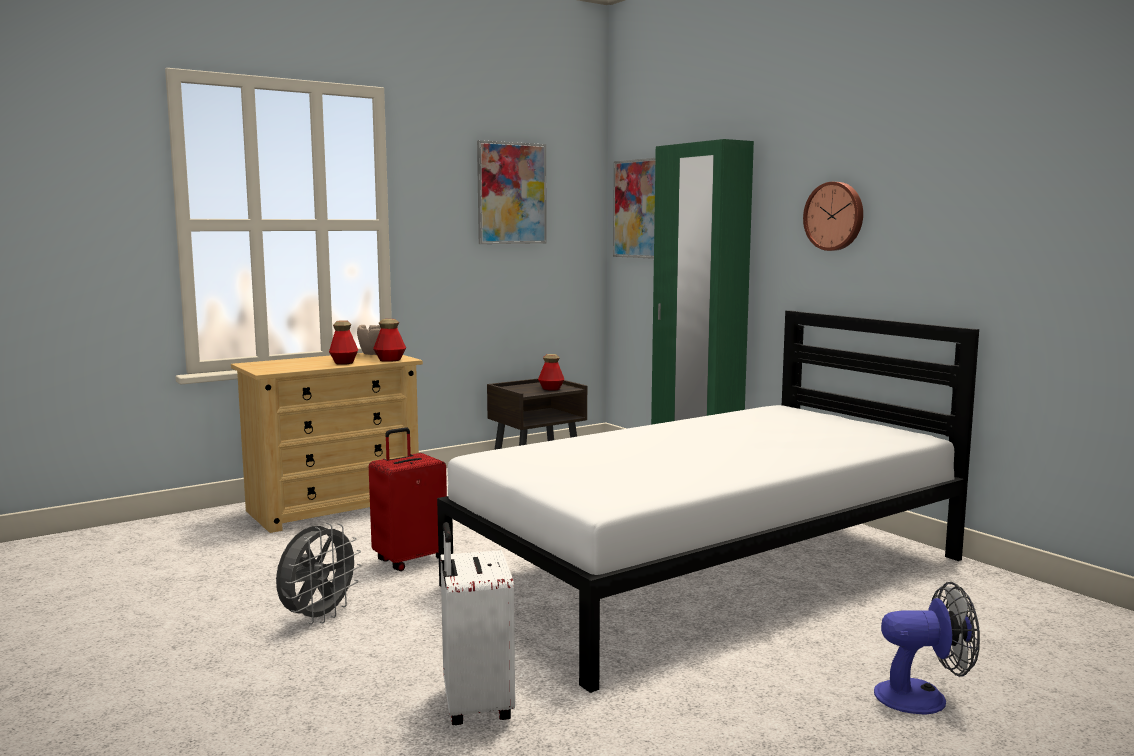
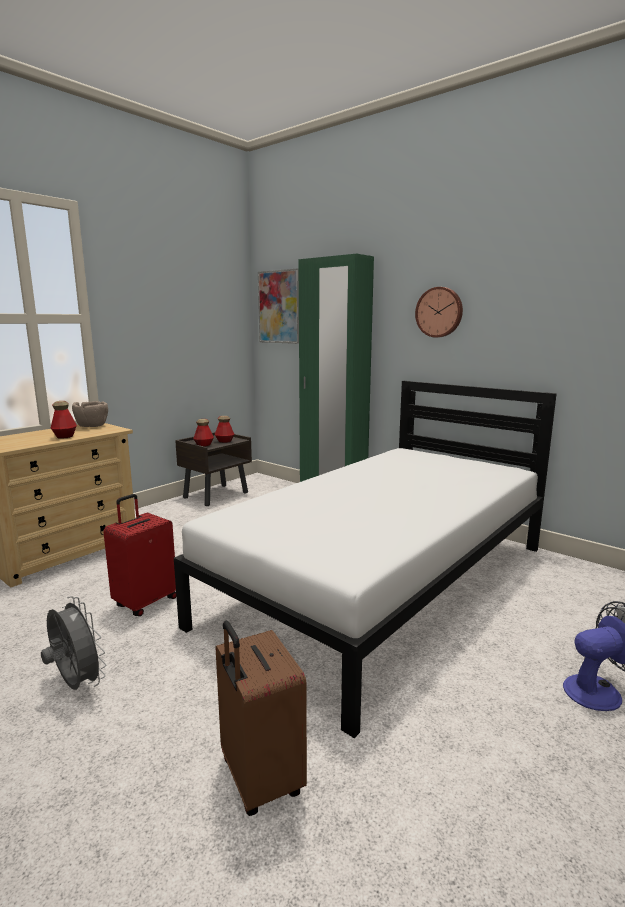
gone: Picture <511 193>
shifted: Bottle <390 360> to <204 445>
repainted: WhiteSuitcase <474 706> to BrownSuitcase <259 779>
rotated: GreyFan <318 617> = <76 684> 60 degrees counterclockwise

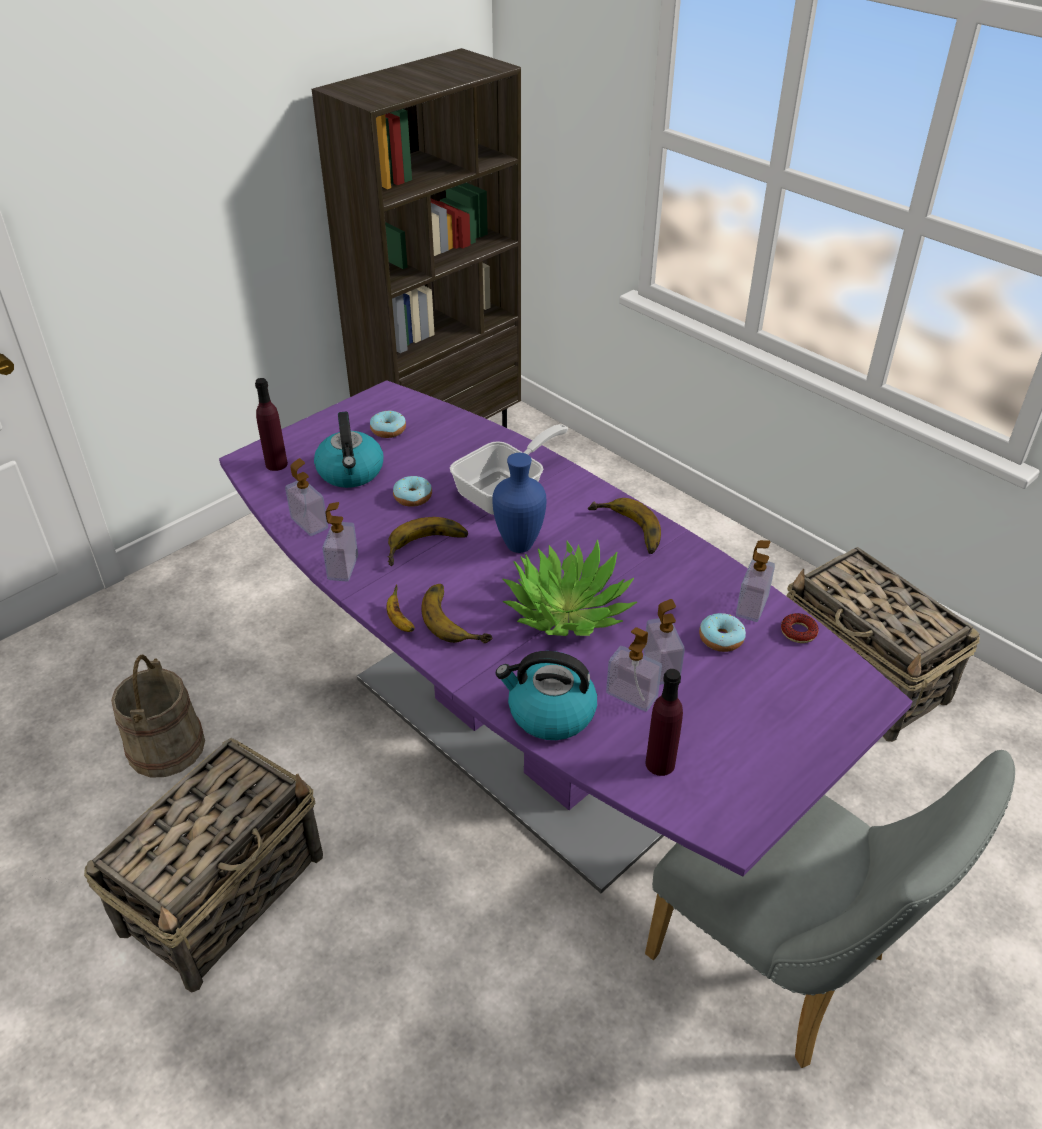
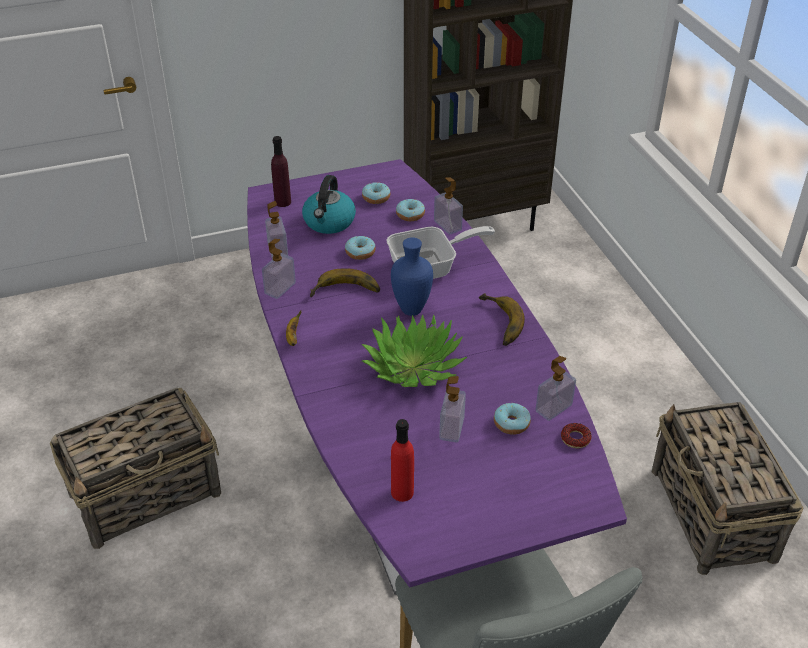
gone: BeigeBucket <165 747>; Banana <458 617>; Kettle <550 713>
new: Donut <410 215>
shifted: SoapDispenser <631 695> to <447 225>
repainted: PurpleBottle <660 763> to RedBottle <402 492>

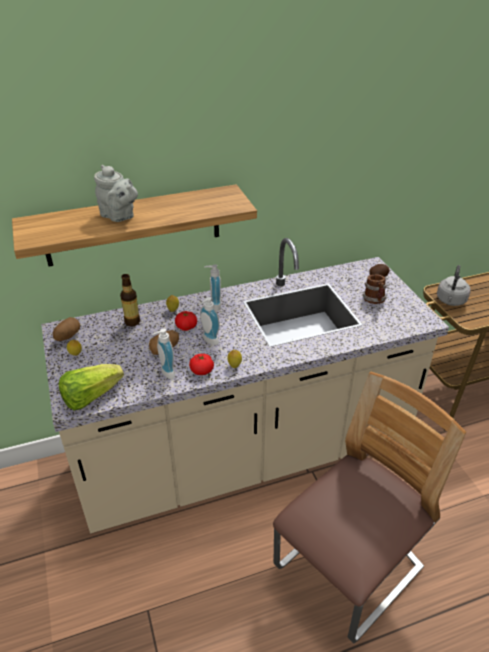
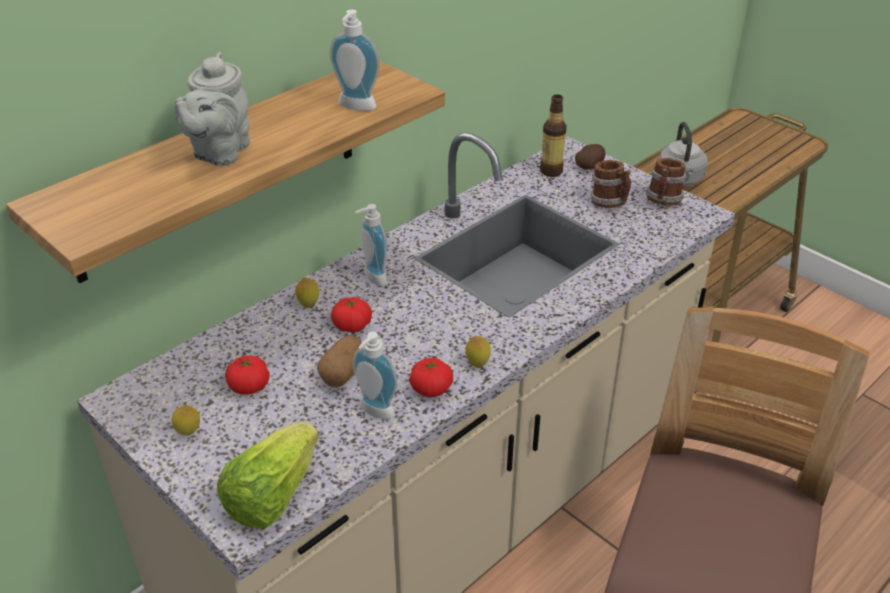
gone: Potato <68 336>
new: Tomato <249 386>; Mug <663 201>
shifted: Bottle <132 322> to <551 171>; SoapDispenser <208 341> to <355 107>
rotated: GreyTeapot <119 216> = <219 153> 90 degrees clockwise

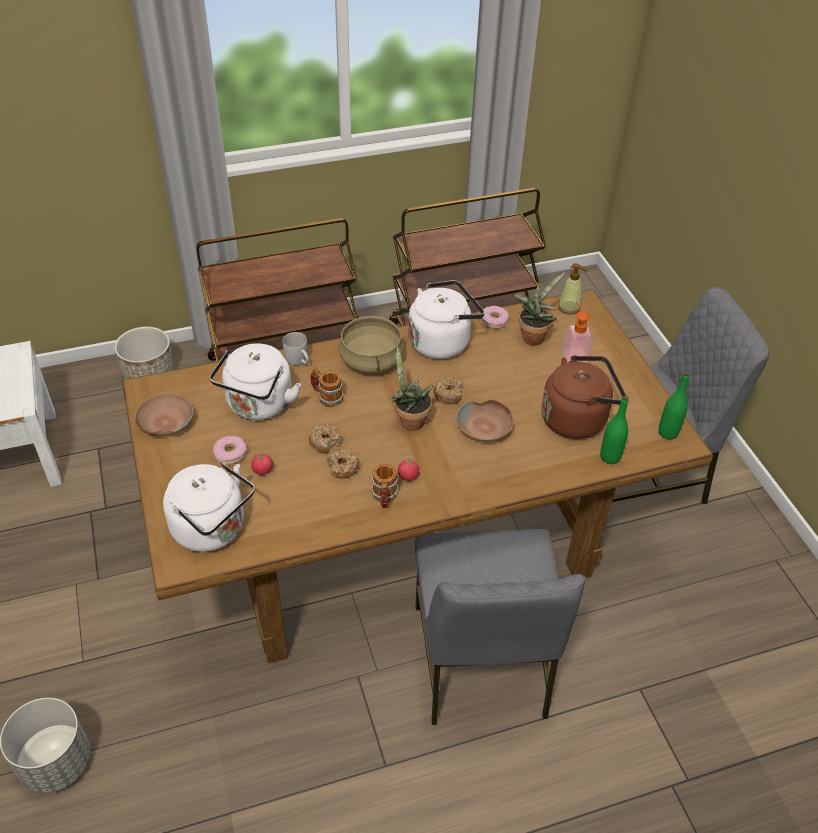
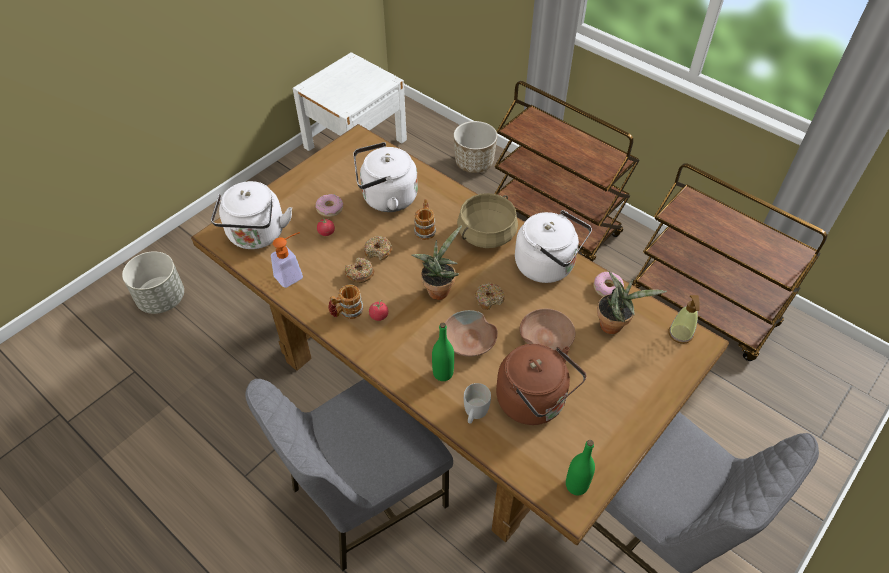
shifted: BrownBowl <165 422> to <545 337>; WhiteMug <299 361> to <474 413>; SoapDispenser <573 353> to <293 274>; GreenBottle <610 457> to <443 373>

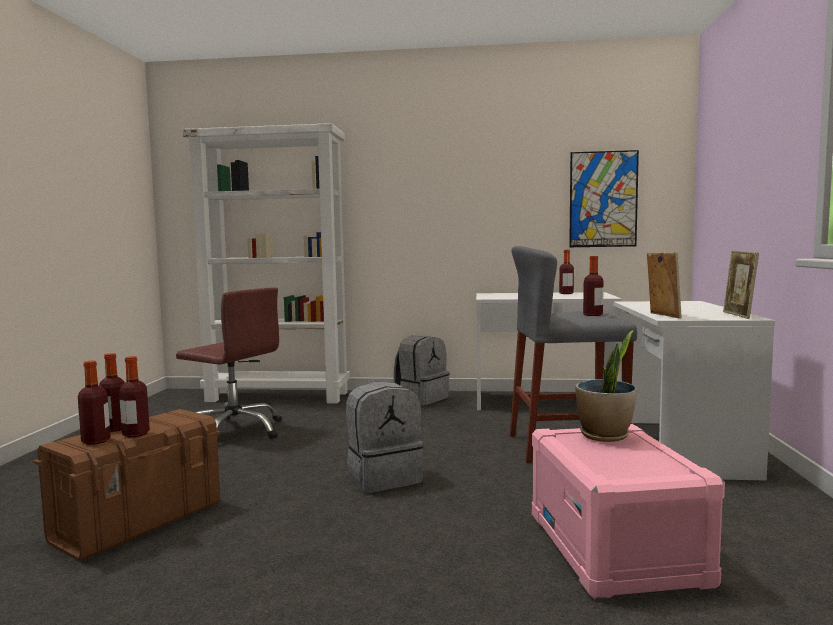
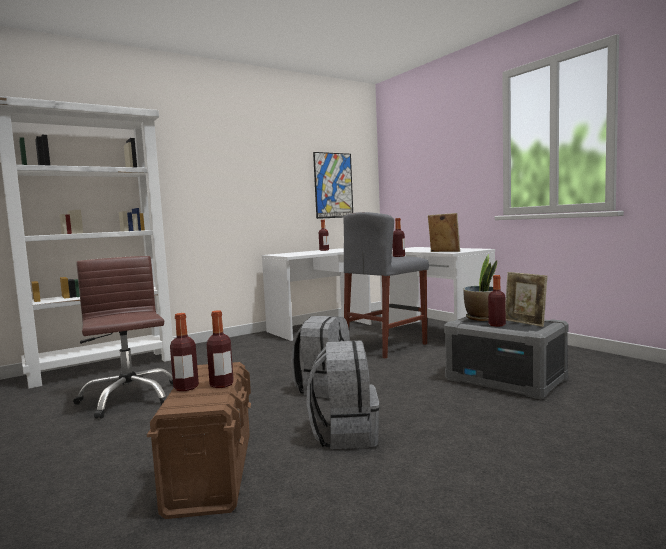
shifted: Bottle <96 441> to <497 325>; GreyBackpack <421 398> to <345 434>; PictureFrame <738 315> to <525 323>
repainted: PinkStorageBox <616 549> to GreyStorageBox <506 379>
rotated: BrownOfficeChair <235 431> = <129 398> 105 degrees counterclockwise

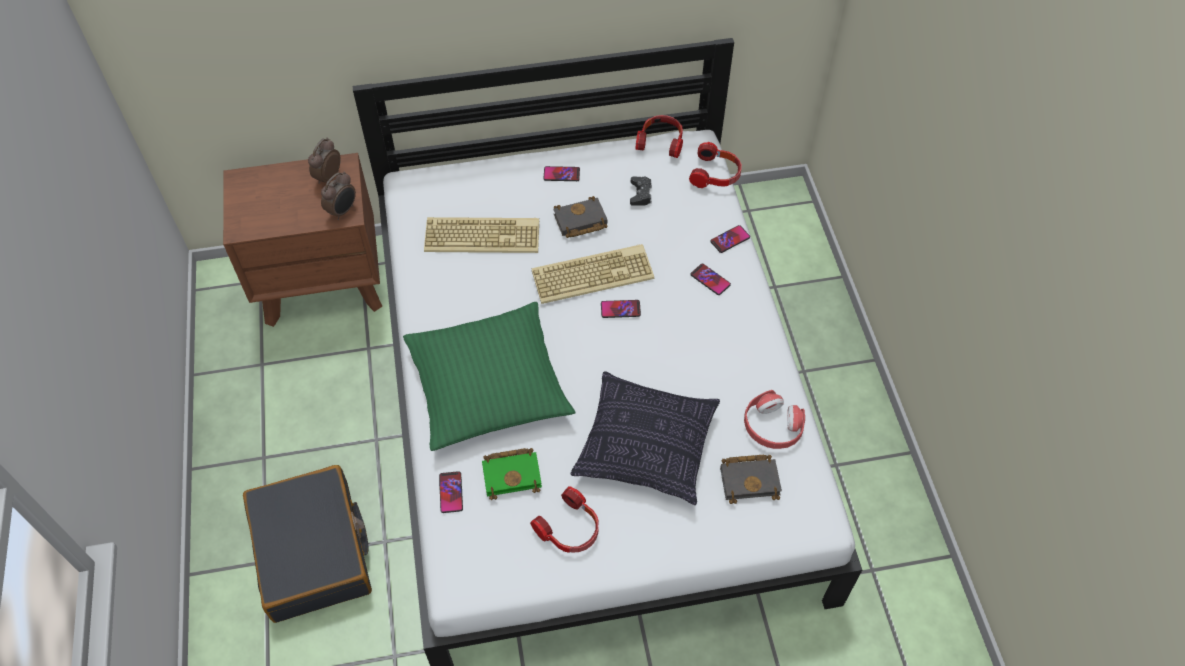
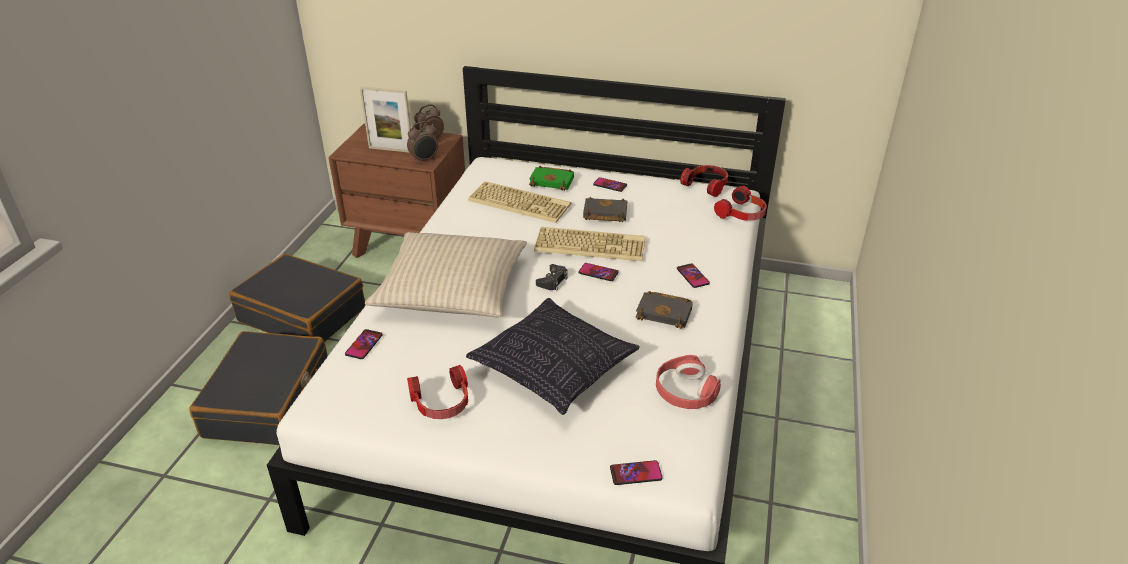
new: BlackSuitcase <303 314>; PictureFrame <391 149>
shifted: GreenBook <513 474> to <553 181>; BlackGameController <640 194> to <552 281>; Phone <730 239> to <636 473>; BlackBook <751 479> to <665 312>
repainted: GreenPillow <488 385> to BeigePillow <451 288>

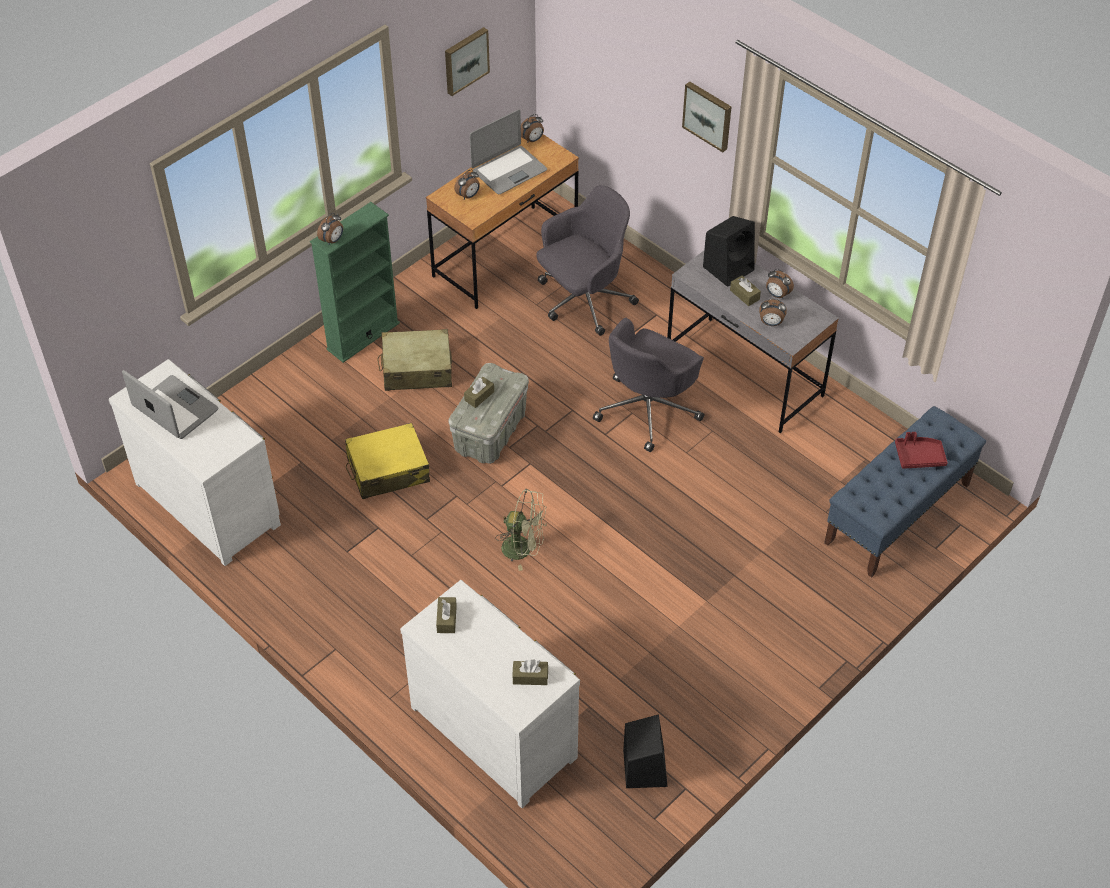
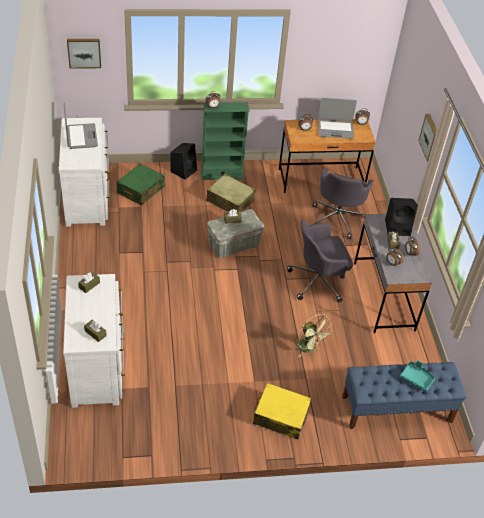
new: GreenSuitcase <140 190>
shifted: YellowSuitcase <387 470> to <280 416>; Picture <465 60> to <84 52>; GreenFan <523 548> to <310 348>; BlackSpeaker <644 767> to <184 170>
repainted: RedTray <919 456> to TurquoiseTray <417 379>
rotated: GreyOfficeChair <583 300> = <338 218> 105 degrees clockwise

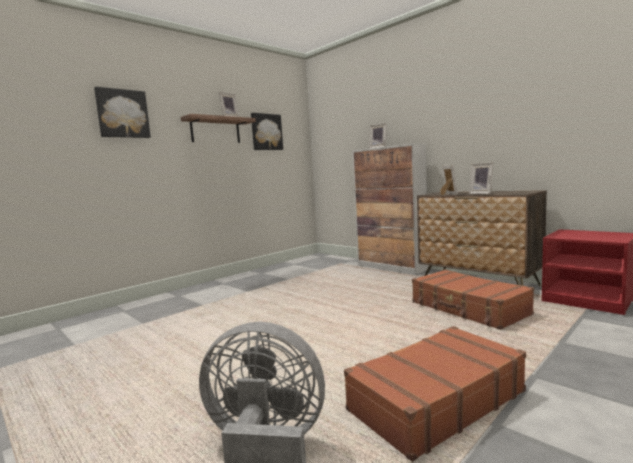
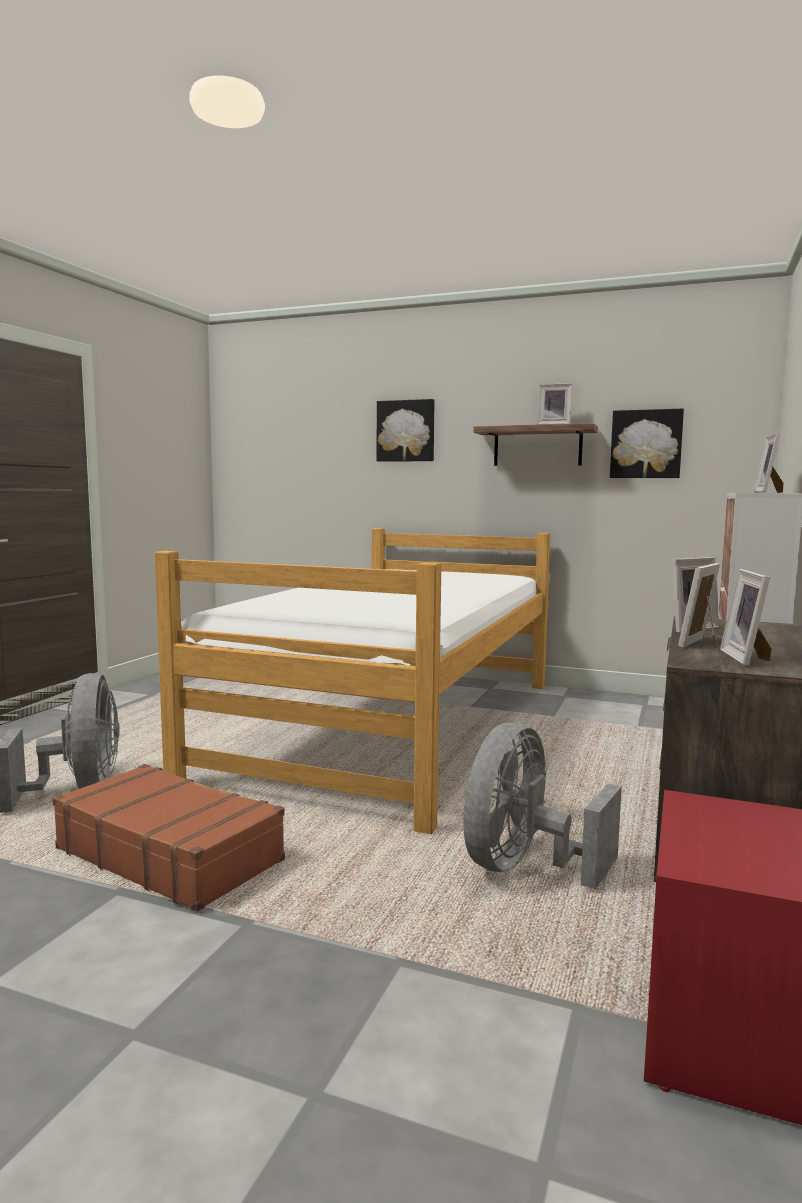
new: Bed <395 726>; PictureFrame <747 658>
swapped: BrownSuitcase <468 308> to GreyFan <525 867>

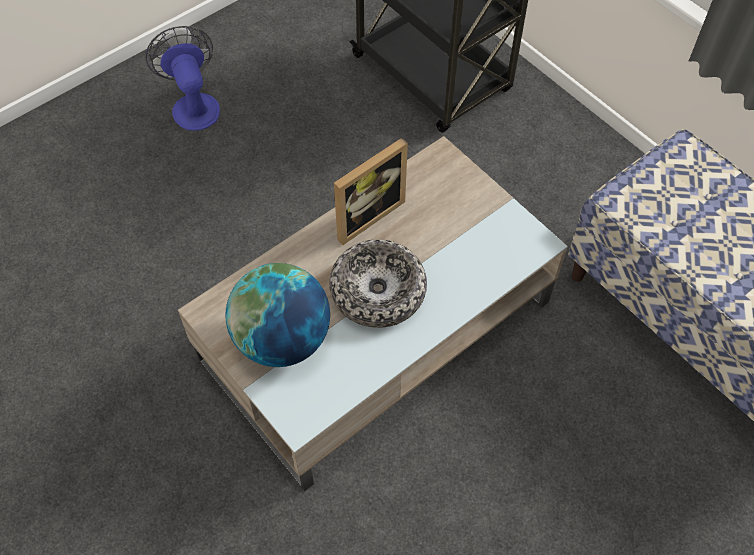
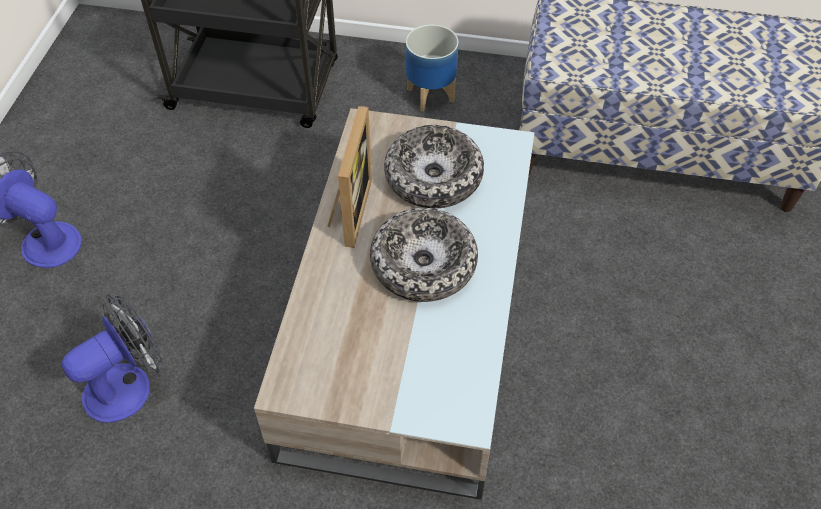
gone: Globe <282 339>
new: Fan <128 385>; Bowl <433 177>; Planter <431 95>

